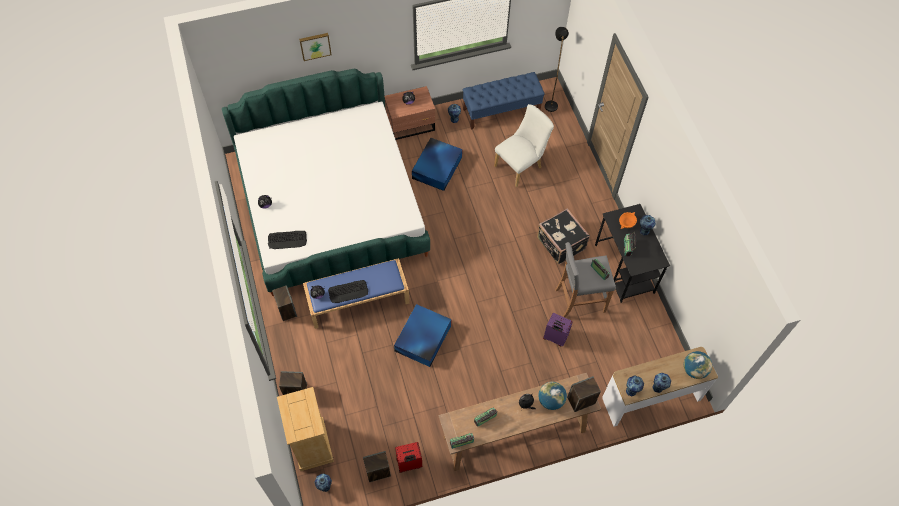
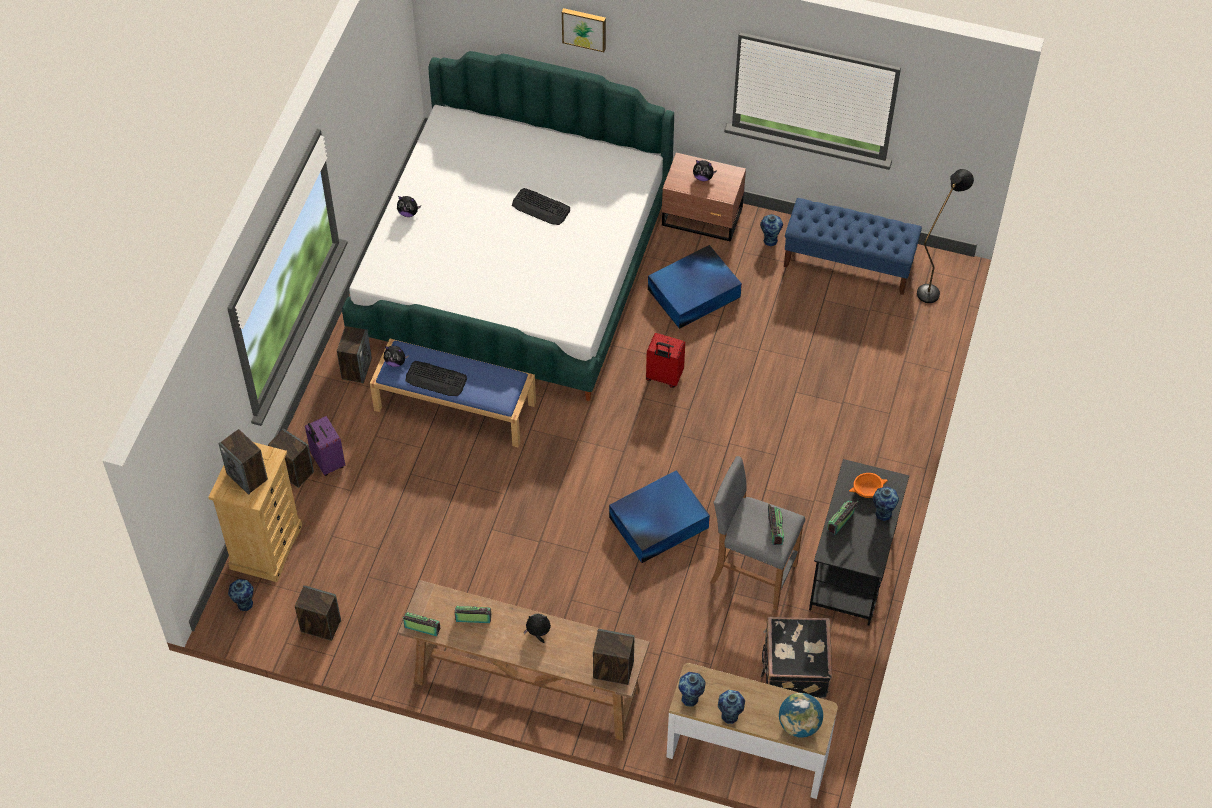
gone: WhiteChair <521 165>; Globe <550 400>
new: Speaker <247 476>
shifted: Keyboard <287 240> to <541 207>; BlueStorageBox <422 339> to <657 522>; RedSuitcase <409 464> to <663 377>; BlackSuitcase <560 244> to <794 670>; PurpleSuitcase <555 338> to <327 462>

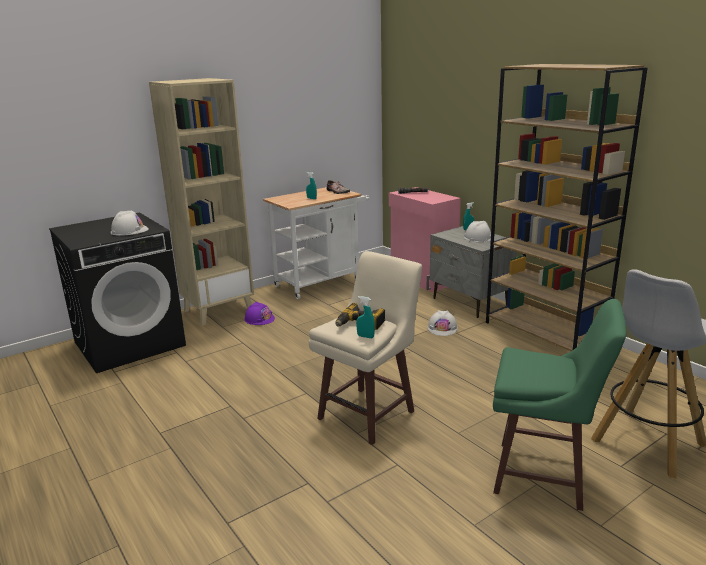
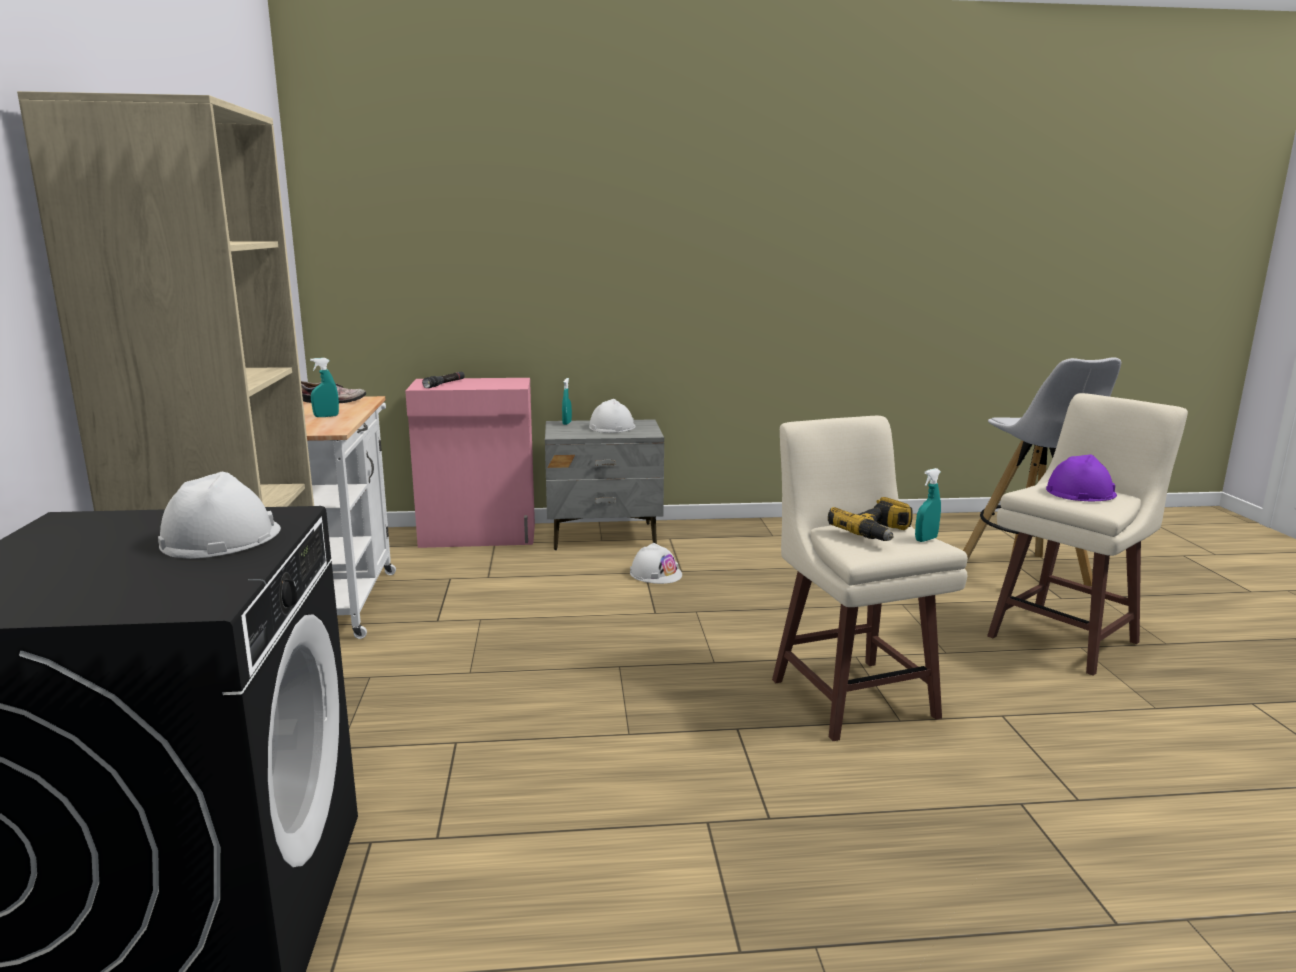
gone: BrownBookcase <545 333>
shifted: PurpleHardHat <259 319> to <1080 492>
repainted: GreenStool <543 476> to BeigeStool <1066 638>

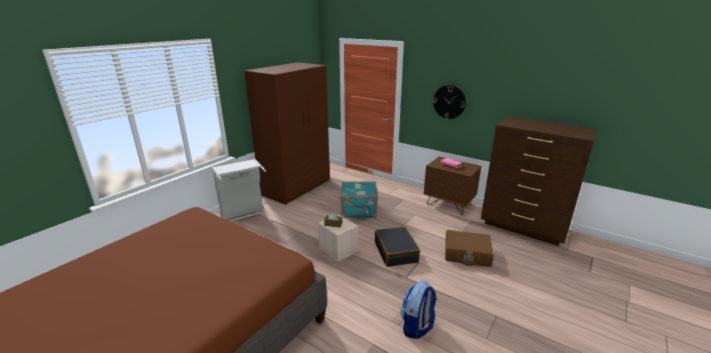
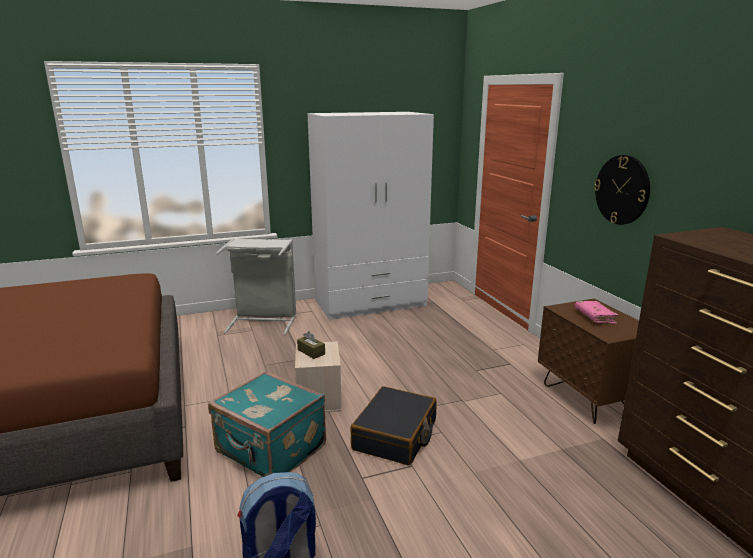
gone: BrownSuitcase <467 254>
shifted: TurquoiseSuitcase <359 211> to <270 450>
repainted: BrownWardrobe <296 187> to WhiteWardrobe <371 303>

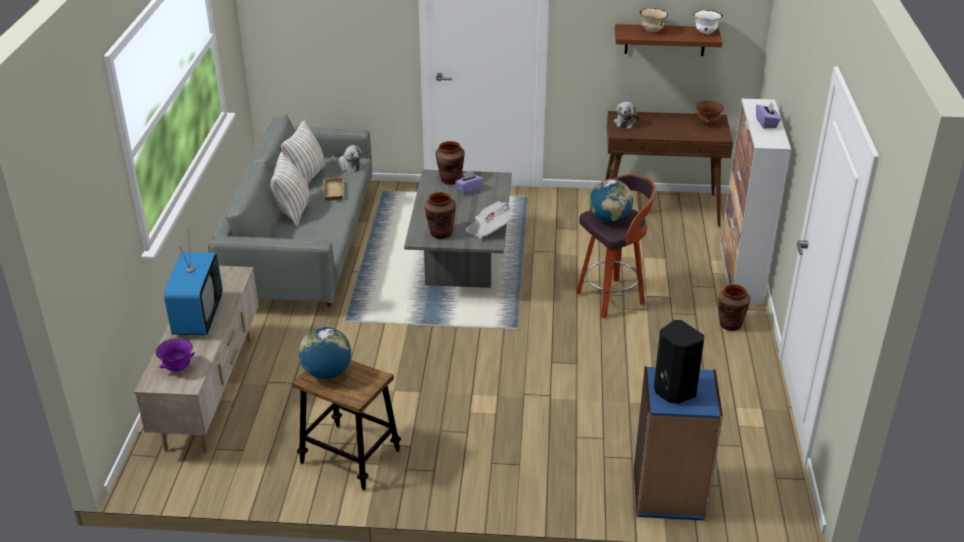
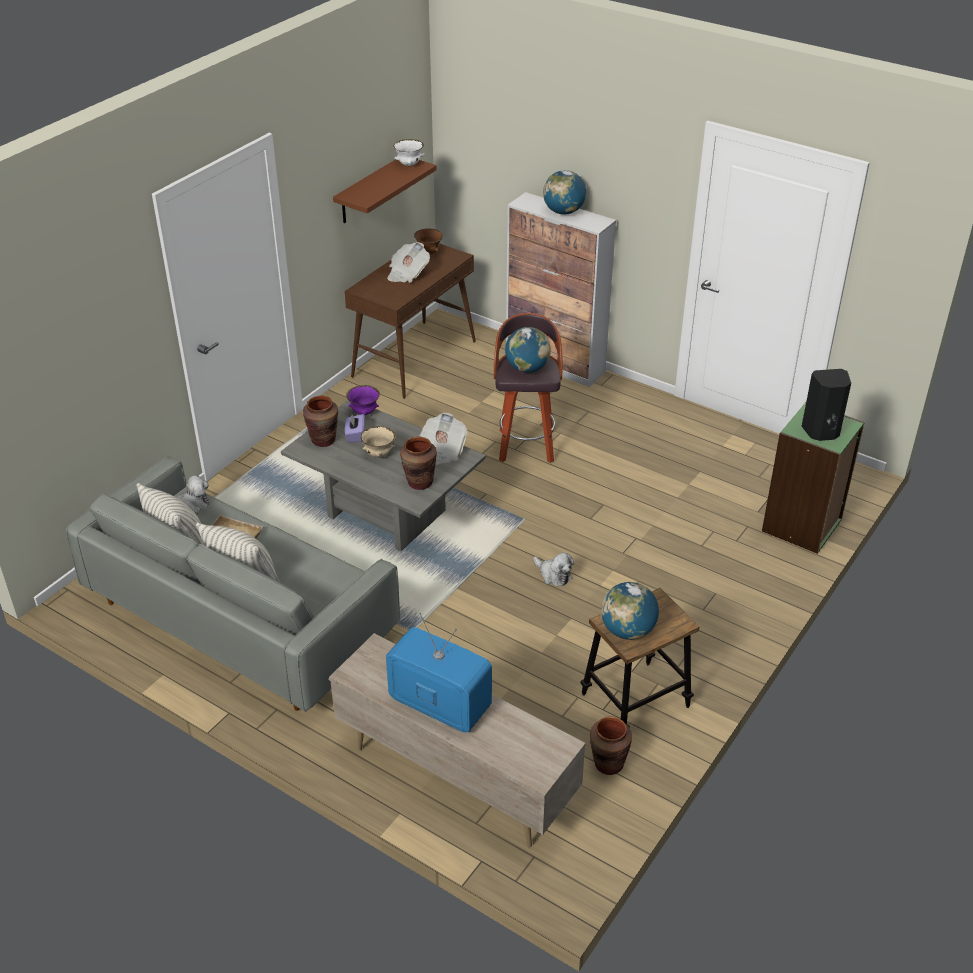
new: Newspaper <407 274>
shifted: PurpleBowl <178 368> to <364 412>; PlushToy <625 122> to <554 575>; BeigeBowl <652 31> to <379 455>; BrownVase <730 324> to <608 764>
swapped: PurpleTissueBox <766 123> to Globe <563 212>
repainted: BlueBookcase <668 495> to GreenBookcase <802 526>

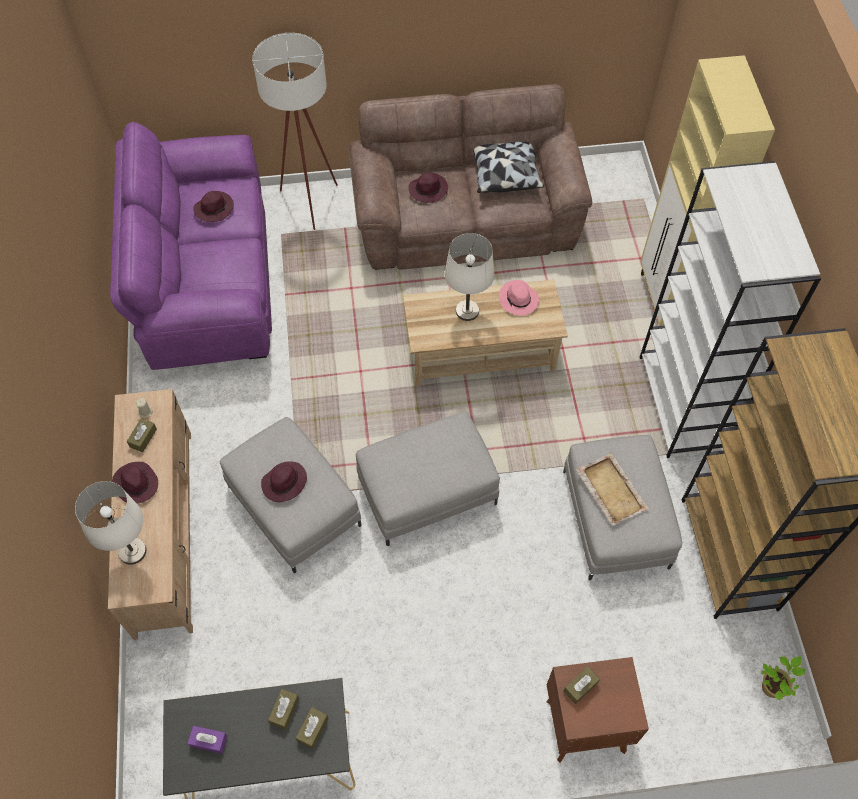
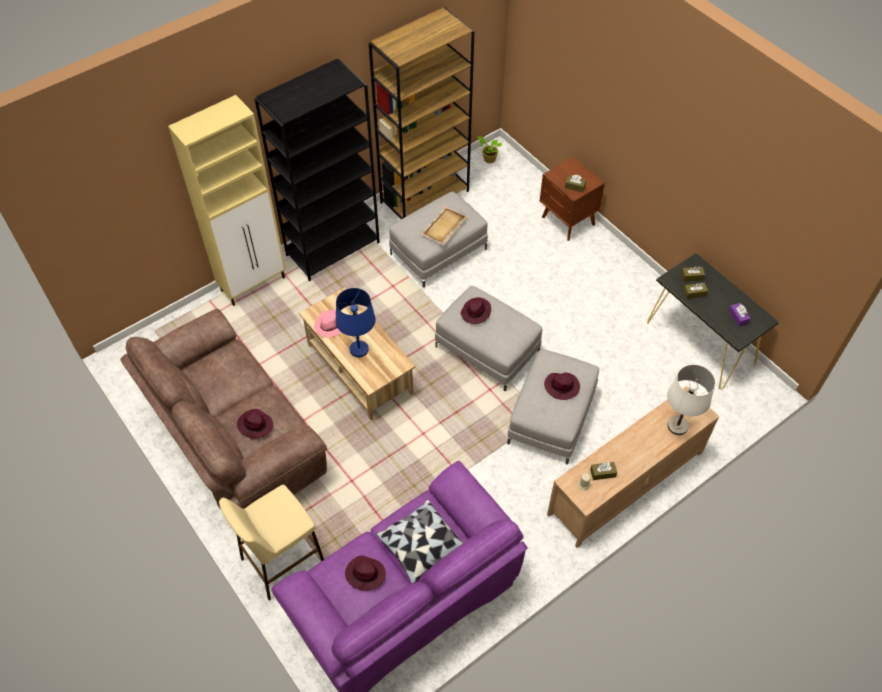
shifted: PurpleHat <135 484> to <476 312>; Pillow <505 174> to <420 546>
swapped: WhiteFloorLamp <310 207> to BeigeStool <282 561>
repainted: WhiteTableLamp <467 311> to BlueTableLamp <359 349>; WhiteBookcase <682 403> to BlackBookcase <333 248>

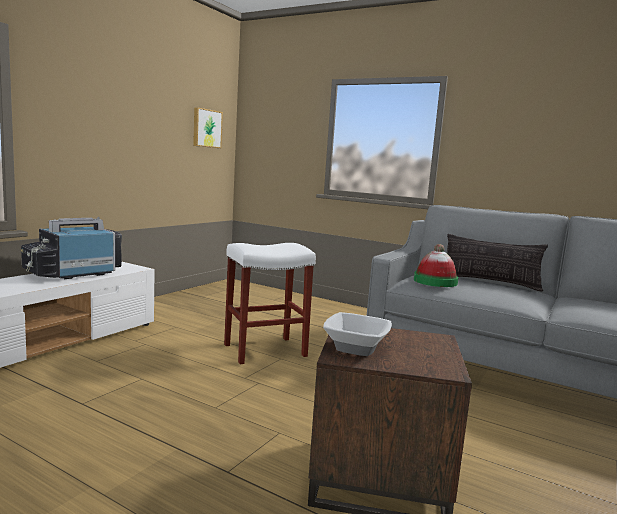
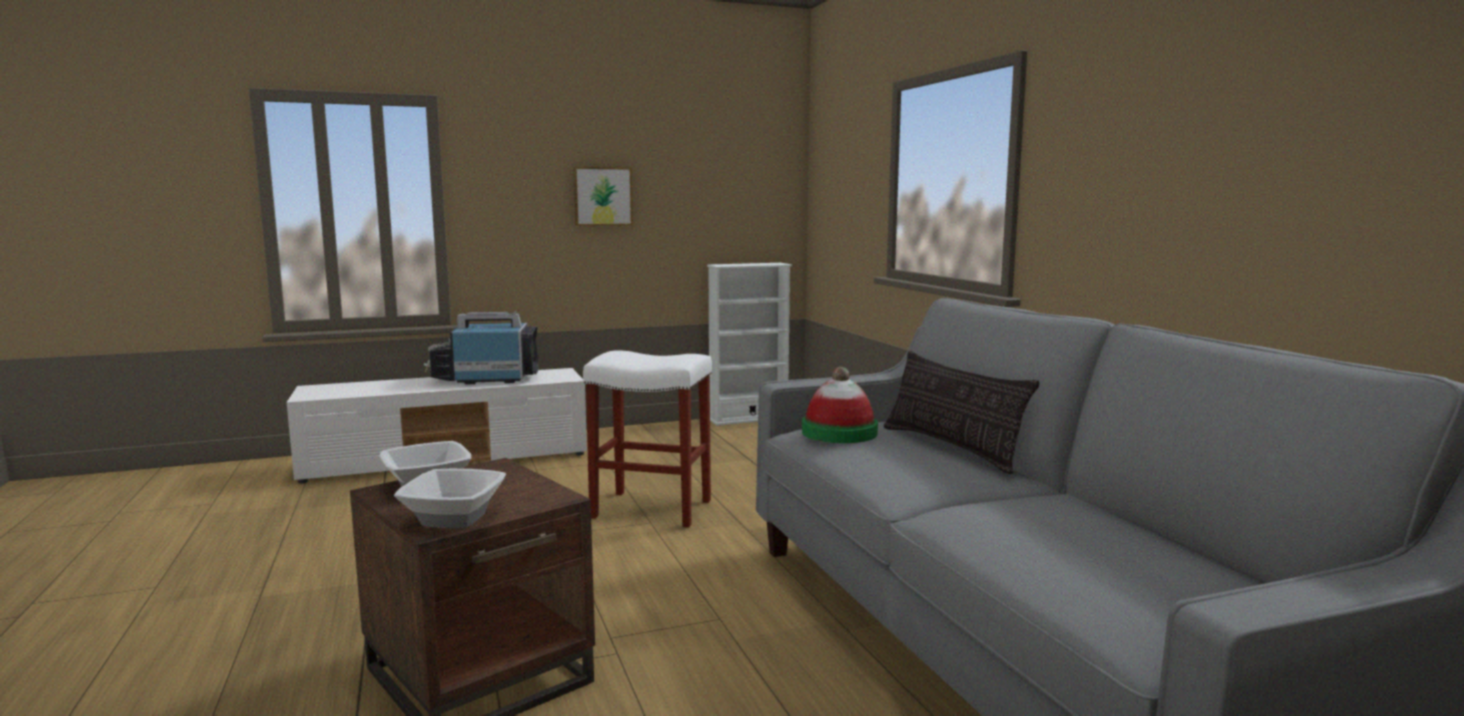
new: Bowl <456 518>; WhiteBookcase <748 419>
shifted: Picture <206 128> to <602 196>

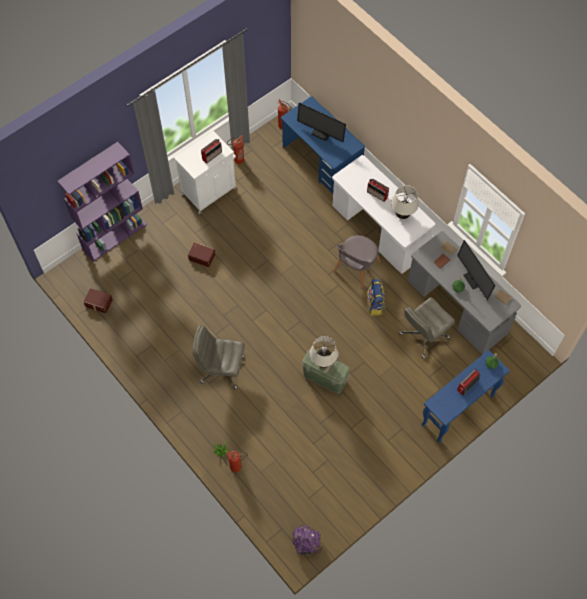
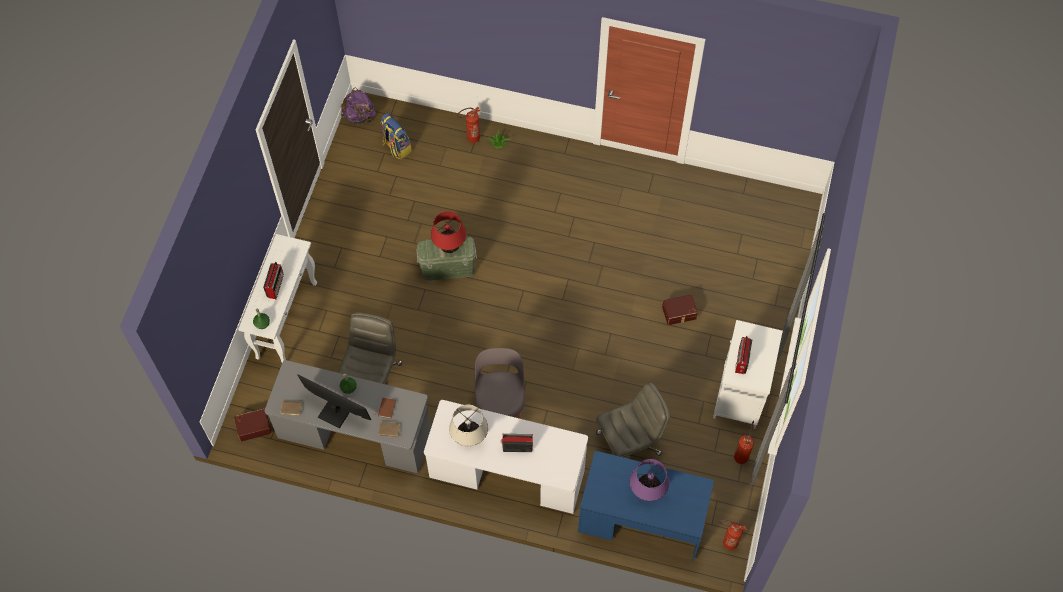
gone: PurpleBookcase <114 236>
shifted: BrownStorageBox <98 303> to <253 426>; GreyOfficeChair <221 369> to <629 443>; Backpack <375 305> to <396 147>
swapped: Monitor <322 132> to PurpleTableLamp <647 492>
repainted: BeigeTableLamp <323 363> to RedTableLamp <450 247>; BlueConsoleTable <457 410> to WhiteConsoleTable <287 319>

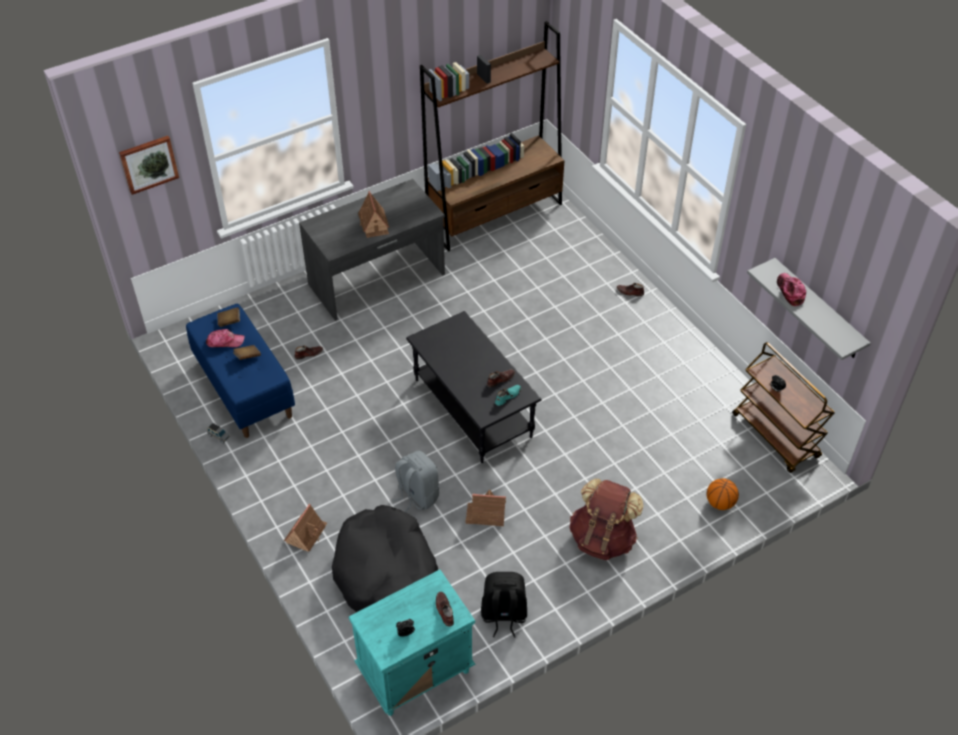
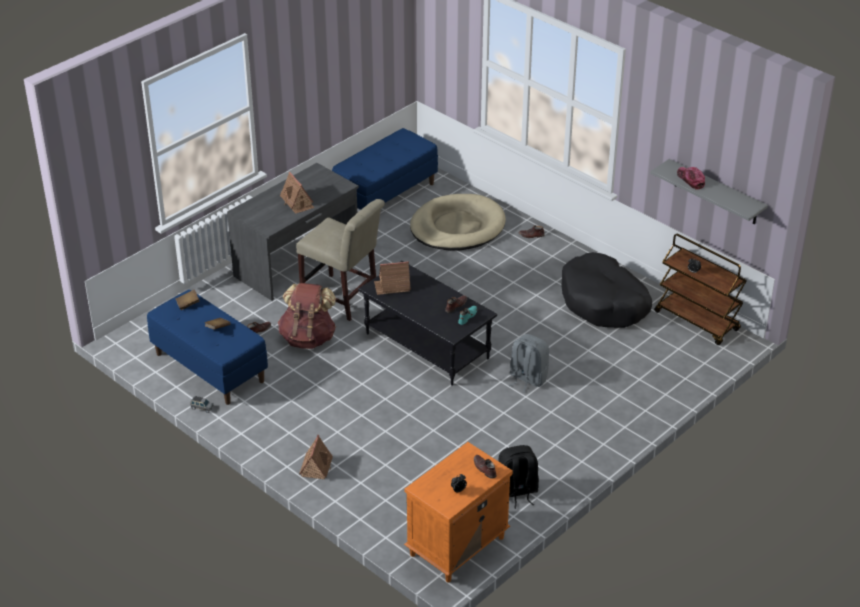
gone: Picture <148 164>; Cap <225 341>; Basketball <720 503>
new: BeigeChair <343 299>; BeigeDogBed <457 227>
shifted: BlackDogBed <386 574> to <604 302>; GreyBackpack <417 495> to <527 379>; ToyHouse <486 514> to <392 286>; BrownBackpack <603 539> to <308 338>
swapped: BrownBookcase <495 215> to BlueBench <385 195>
repainted: TurquoiseNightstand <414 671> to OrangeNightstand <457 547>

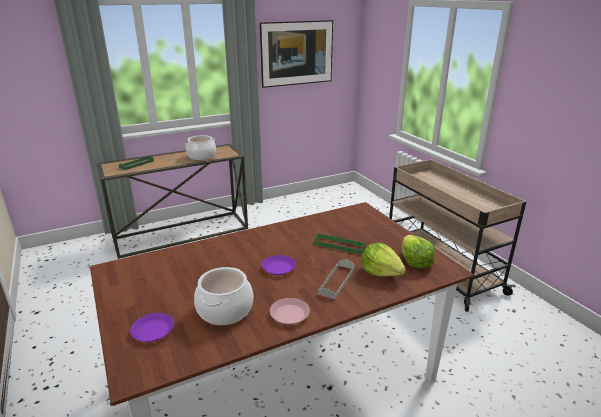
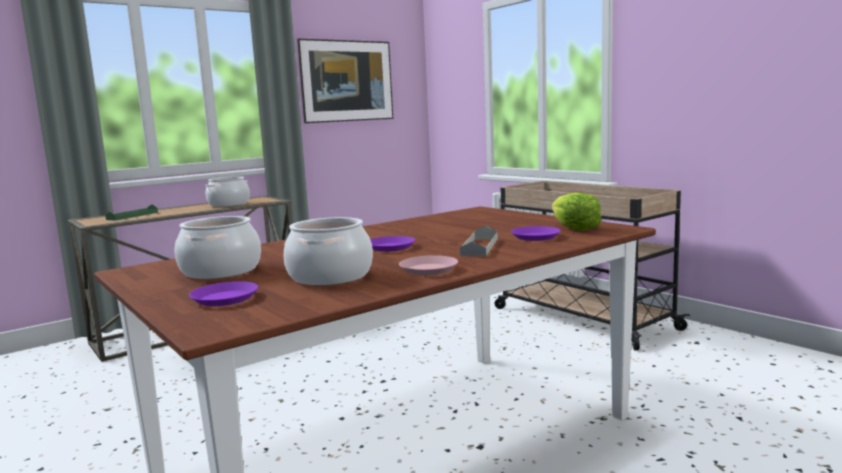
gone: GreenTray <339 245>
new: CookingPot <221 271>
swapped: Lettuce <381 271> to PurplePlate <535 237>

